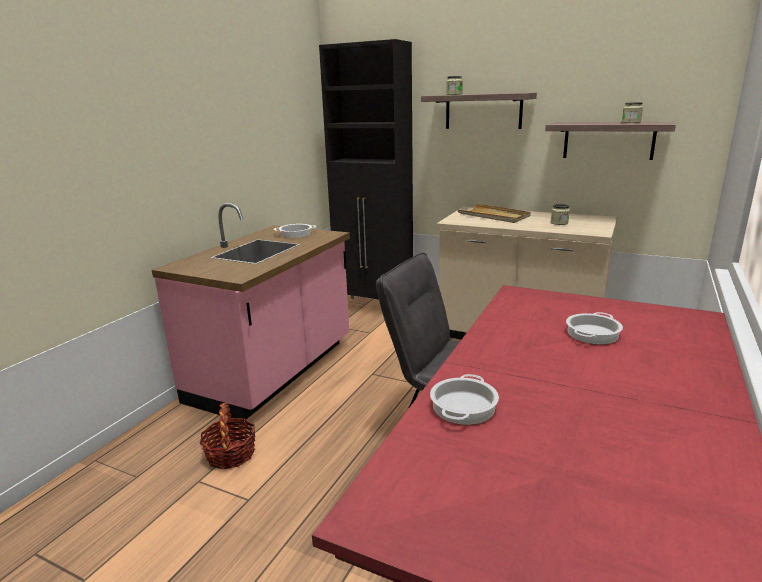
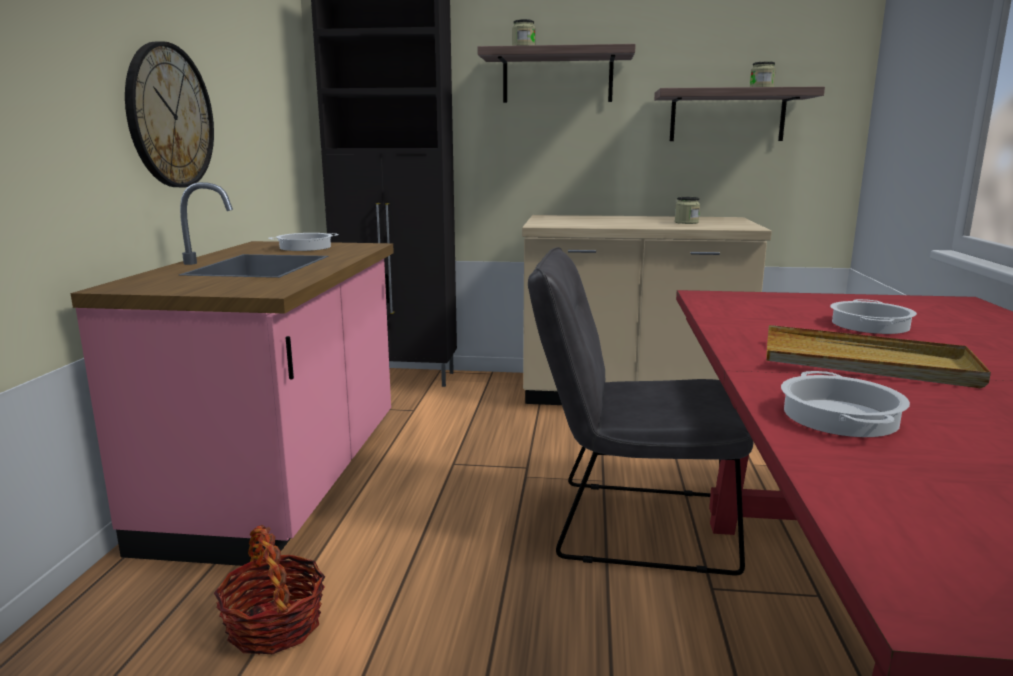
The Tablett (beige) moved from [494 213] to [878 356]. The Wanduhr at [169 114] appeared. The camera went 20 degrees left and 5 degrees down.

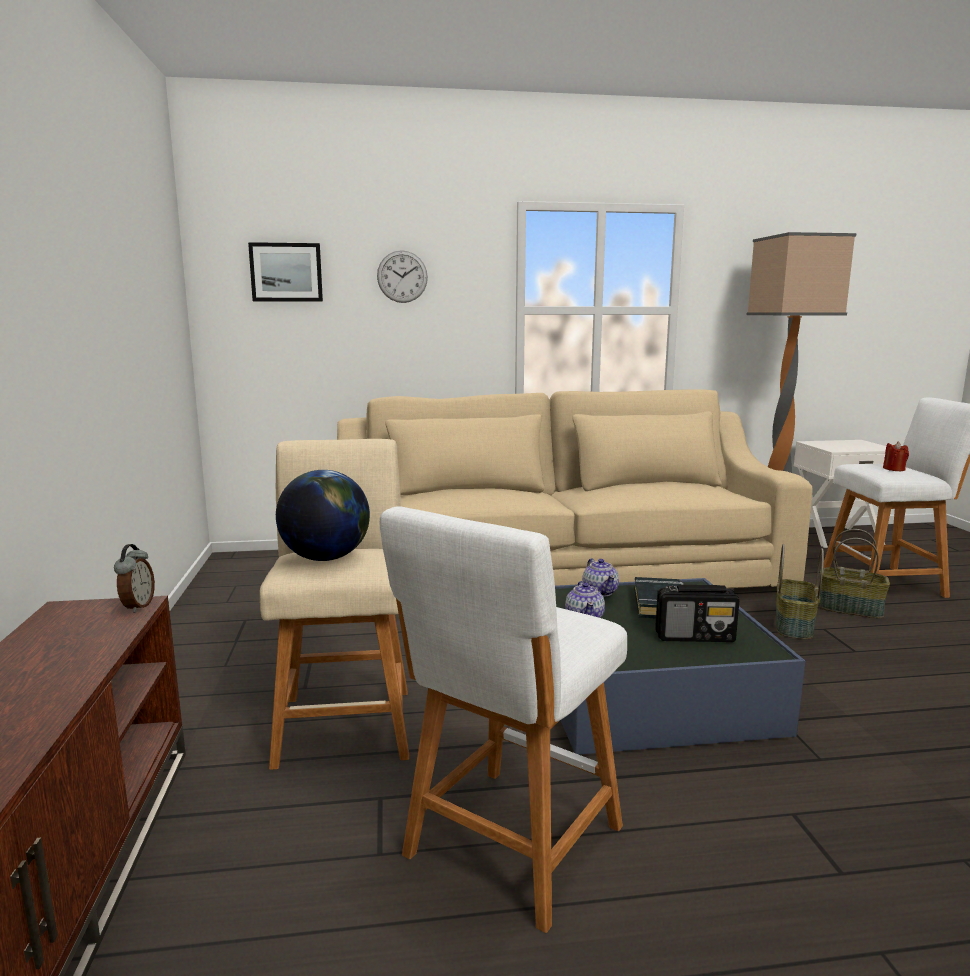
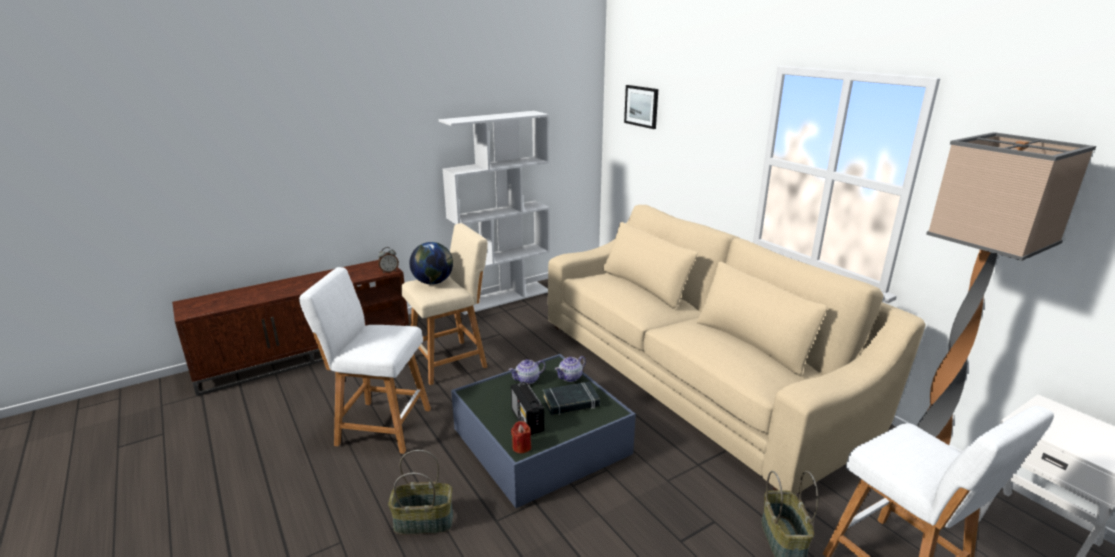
The Wanduhr at [402 276] disappeared. The Kerze (rot) moved from [896 456] to [521 437]. The Korb moved from [800 591] to [420 492]. The Bücherregal (weiß) at [494 213] appeared. The camera went 65 degrees right and 10 degrees up.

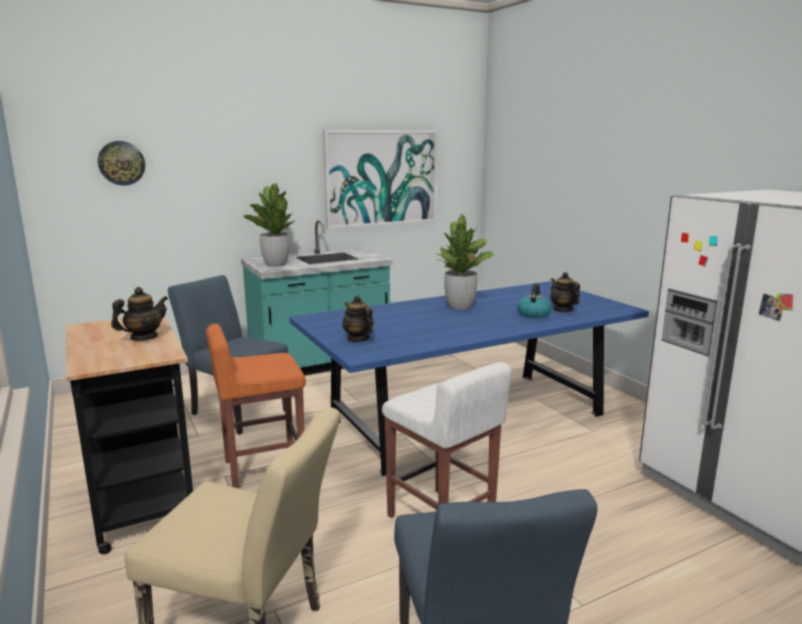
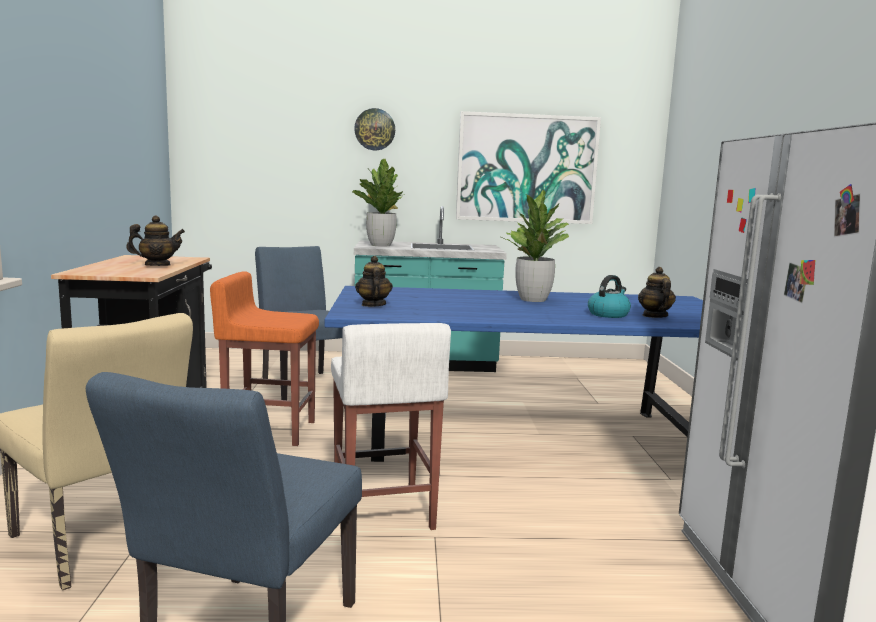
The Wanduhr moved from [121 163] to [374 129]. The camera went 25 degrees right and 5 degrees down.

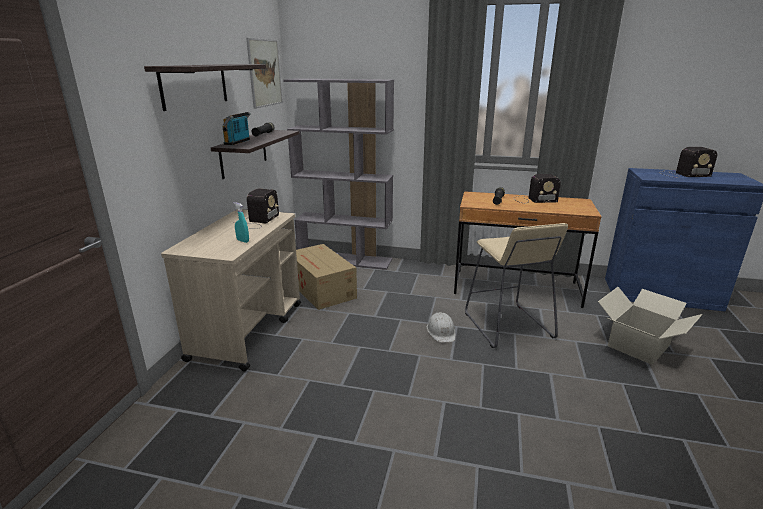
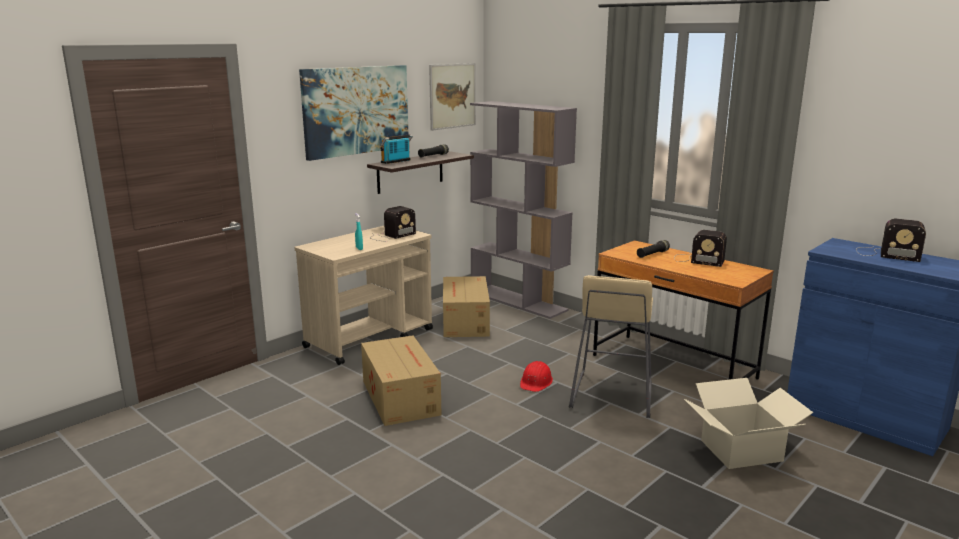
The Wandregal at [205 87] was replaced by the Bild at [354 113]. The Schutzhelm (weiß) at [441 327] became the Schutzhelm (rot) at [536 376]. The Karton at [401 380] appeared. The camera went 30 degrees right and 5 degrees down.

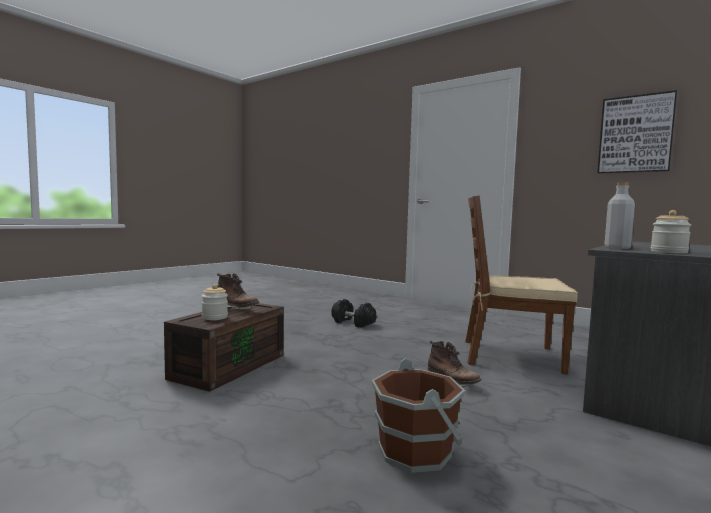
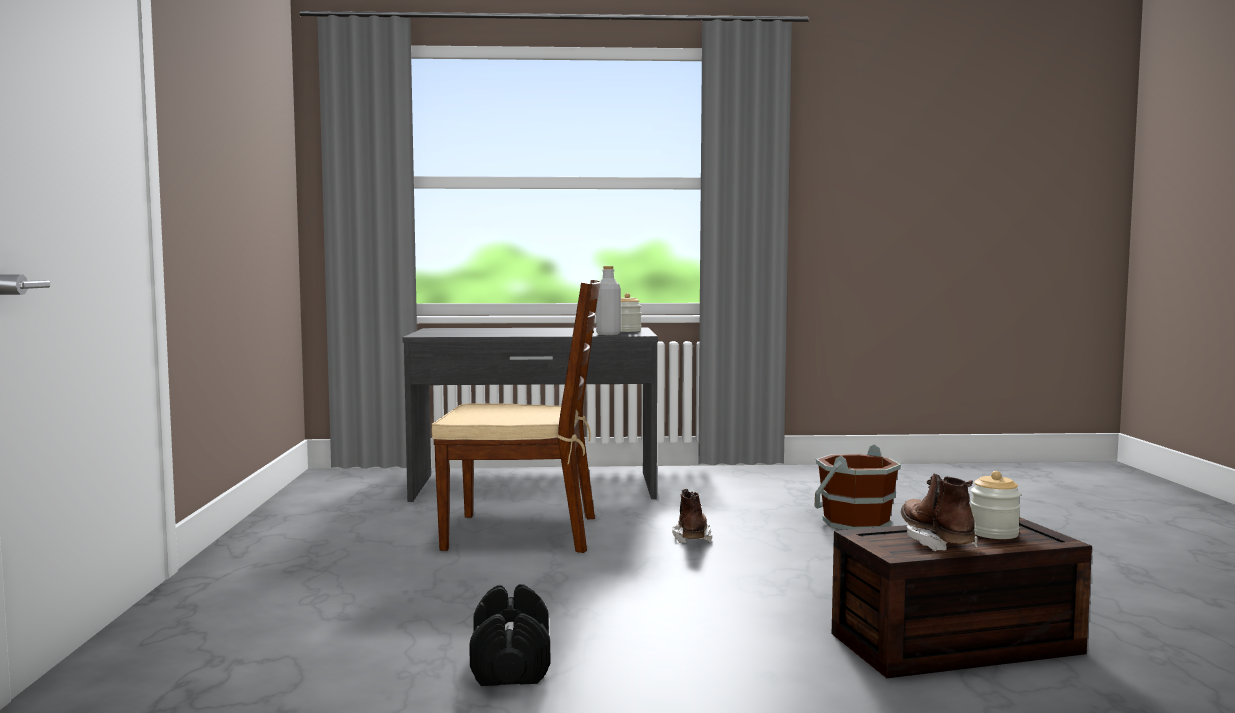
The Bild at [637 132] disappeared. The Stuhl (braun) at [521 285] turned 60 degrees counterclockwise. The camera went 130 degrees left and 0 degrees up.

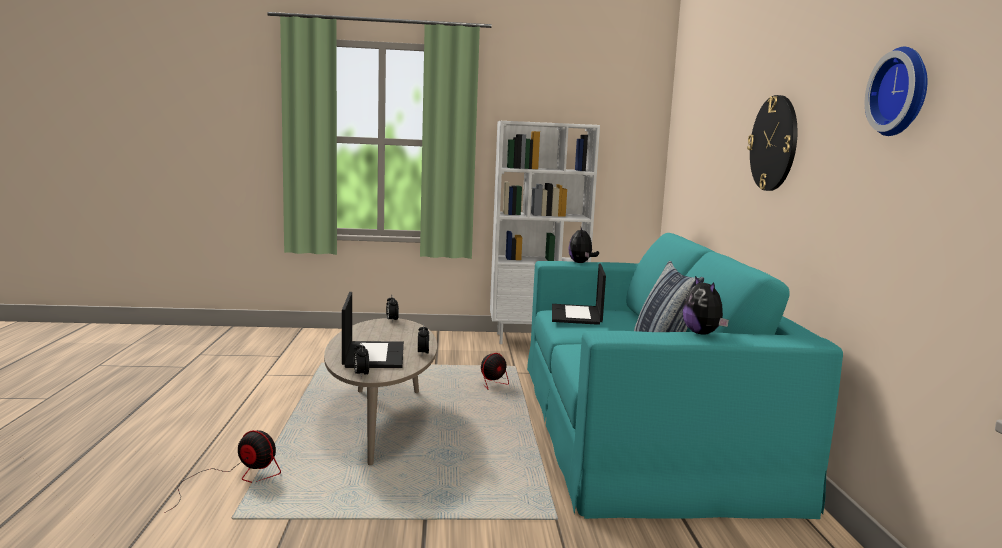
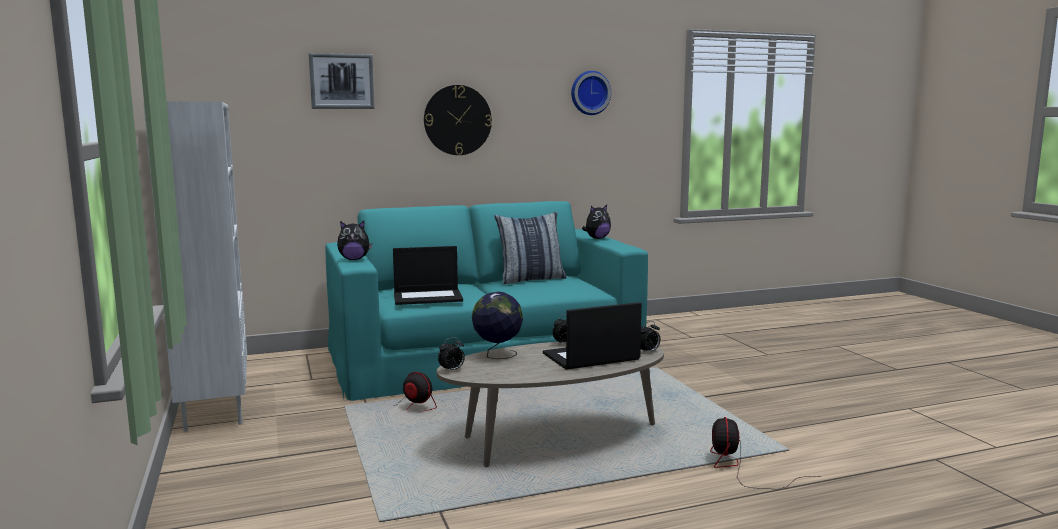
The Bild at [342 81] appeared. The Globus at [497 325] appeared. The camera went 105 degrees left and 0 degrees up.

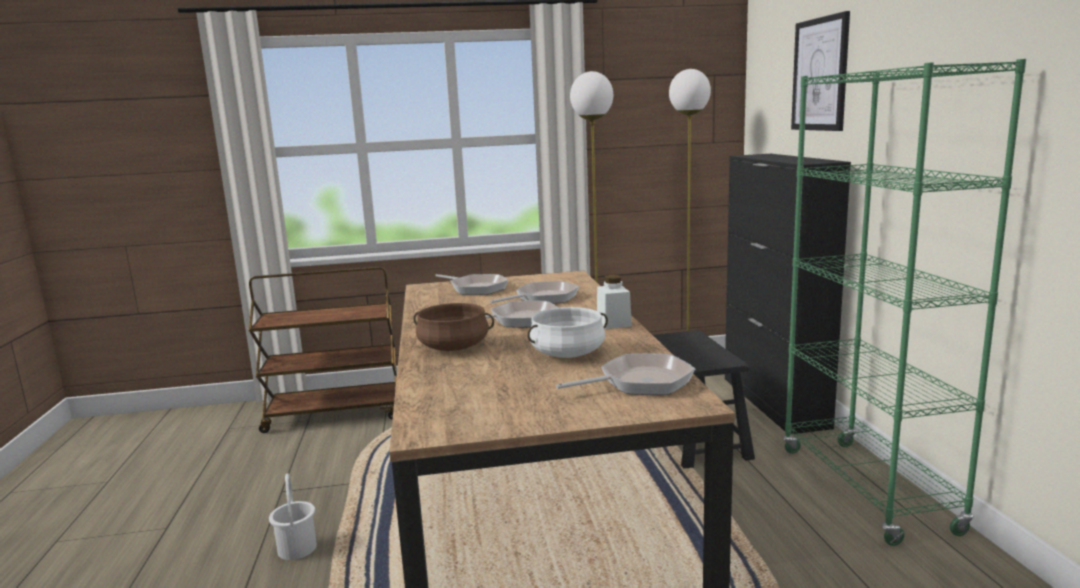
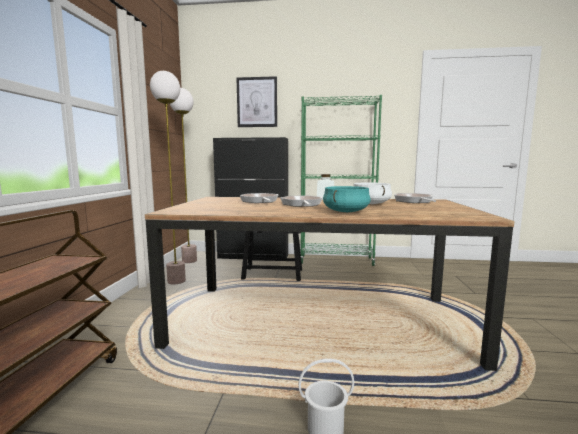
The Pfanne at [471 284] disappeared. The Kochtopf (braun) at [453 327] became the Kochtopf (türkis) at [347 199]. The camera went 75 degrees left and 5 degrees down.

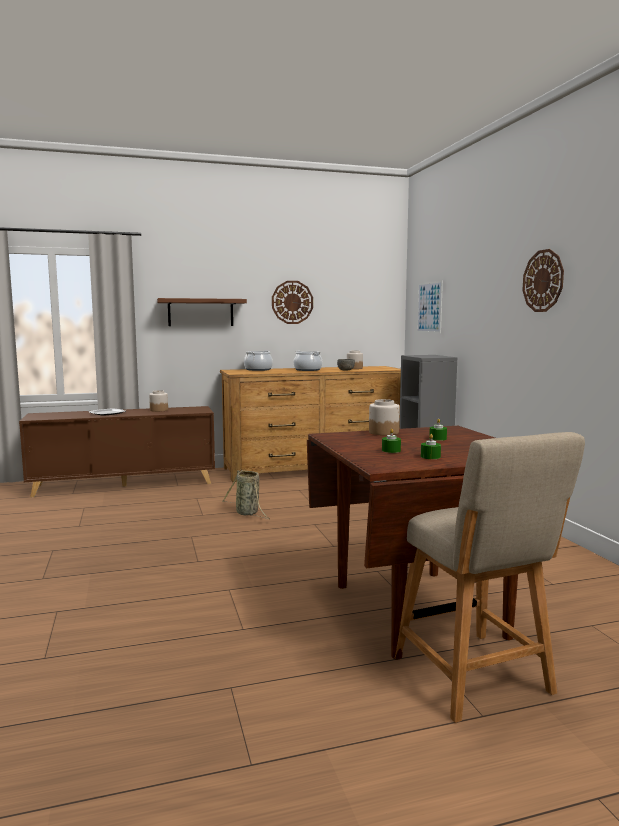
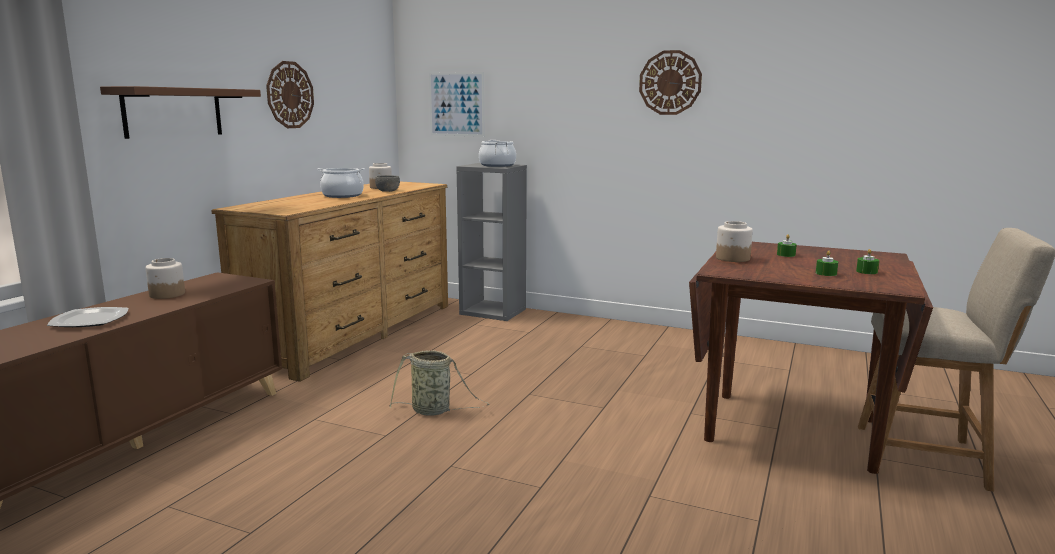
The Kochtopf moved from [258 360] to [497 153]. The camera went 50 degrees left and 5 degrees up.

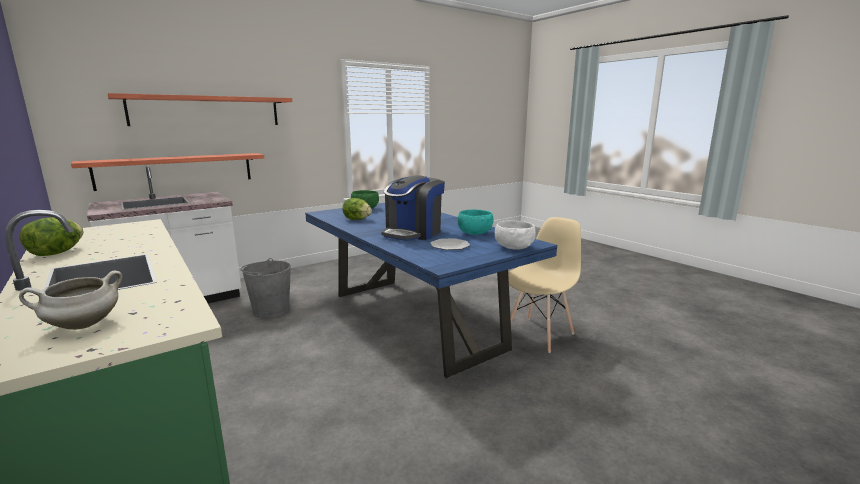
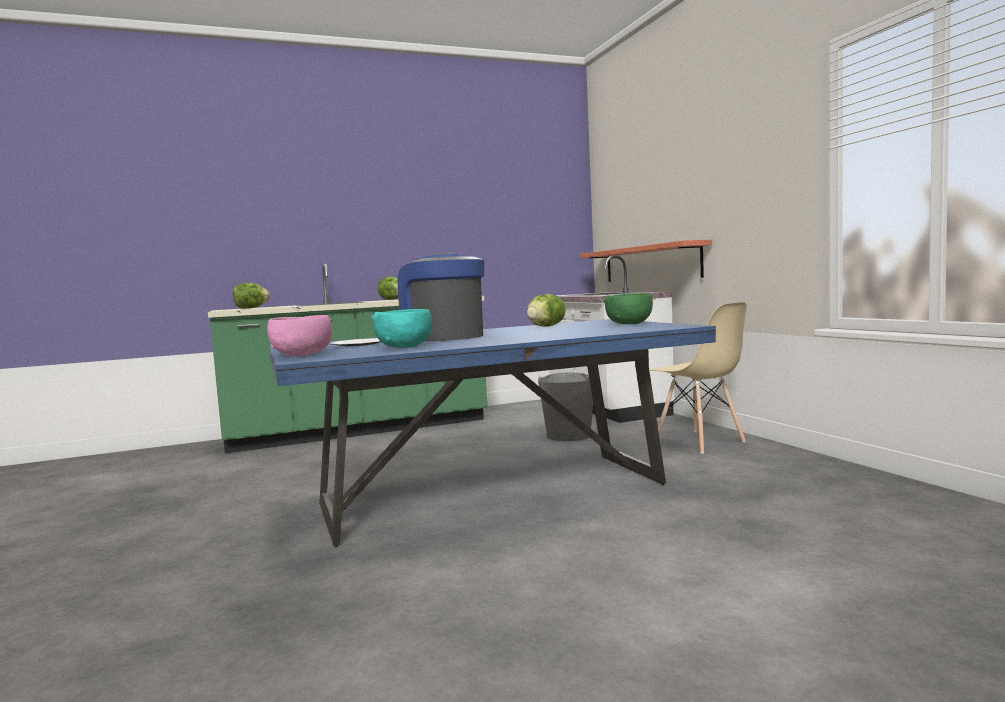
The Wandregal at [200 109] disappeared. The Stuhl (beige) moved from [544 285] to [698 378]. The Schüssel (weiß) at [515 235] became the Schüssel (rosa) at [299 335]. The Kochtopf (weiß) at [71 300] was replaced by the Salatkopf at [251 296]. The camera went 105 degrees right and 10 degrees down.

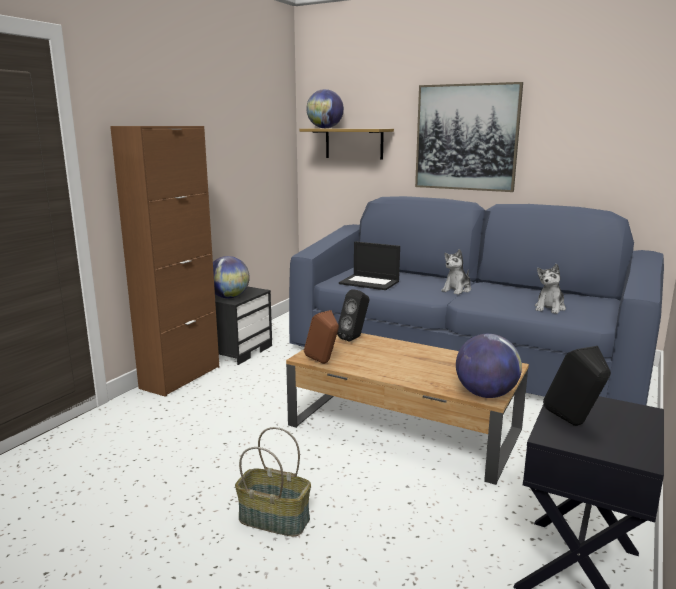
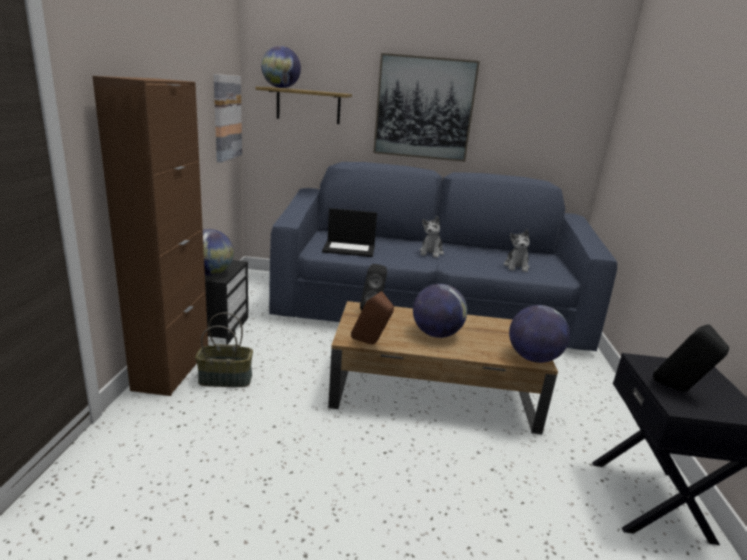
The Korb moved from [273 482] to [224 350]. The Bild at [228 118] appeared. The Globus at [440 311] appeared. The camera went 25 degrees left and 5 degrees up.

